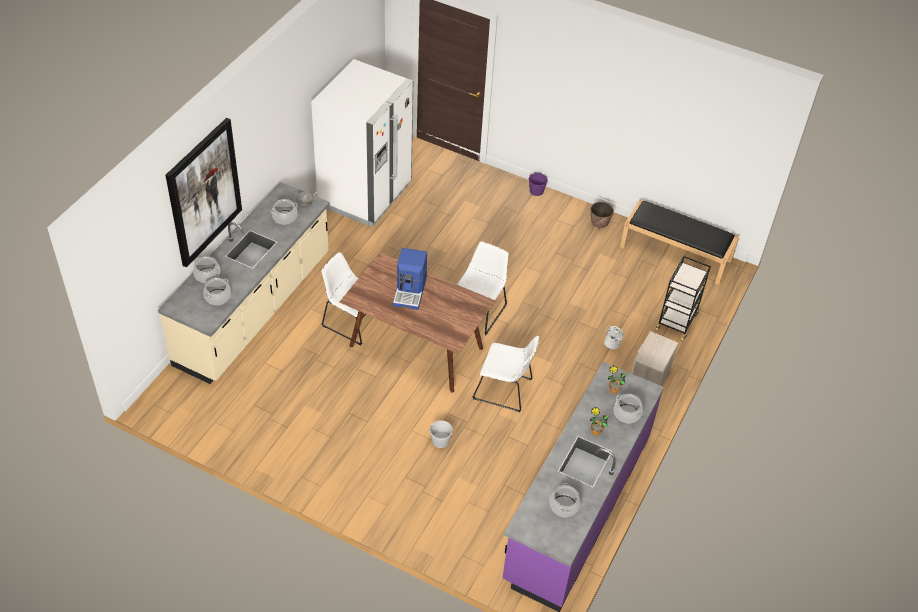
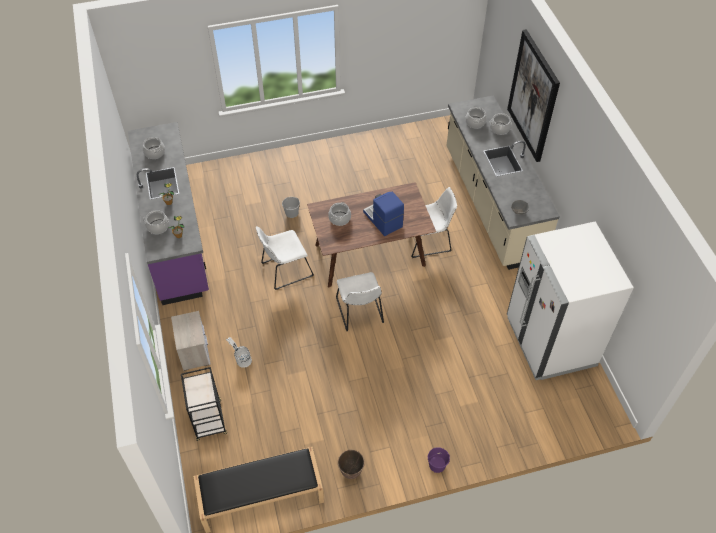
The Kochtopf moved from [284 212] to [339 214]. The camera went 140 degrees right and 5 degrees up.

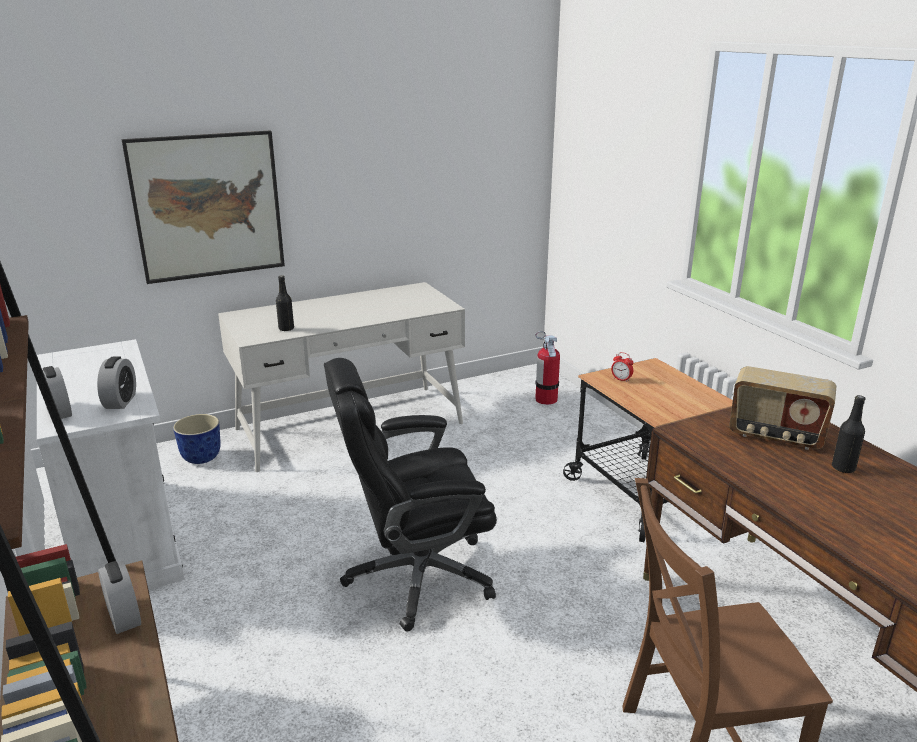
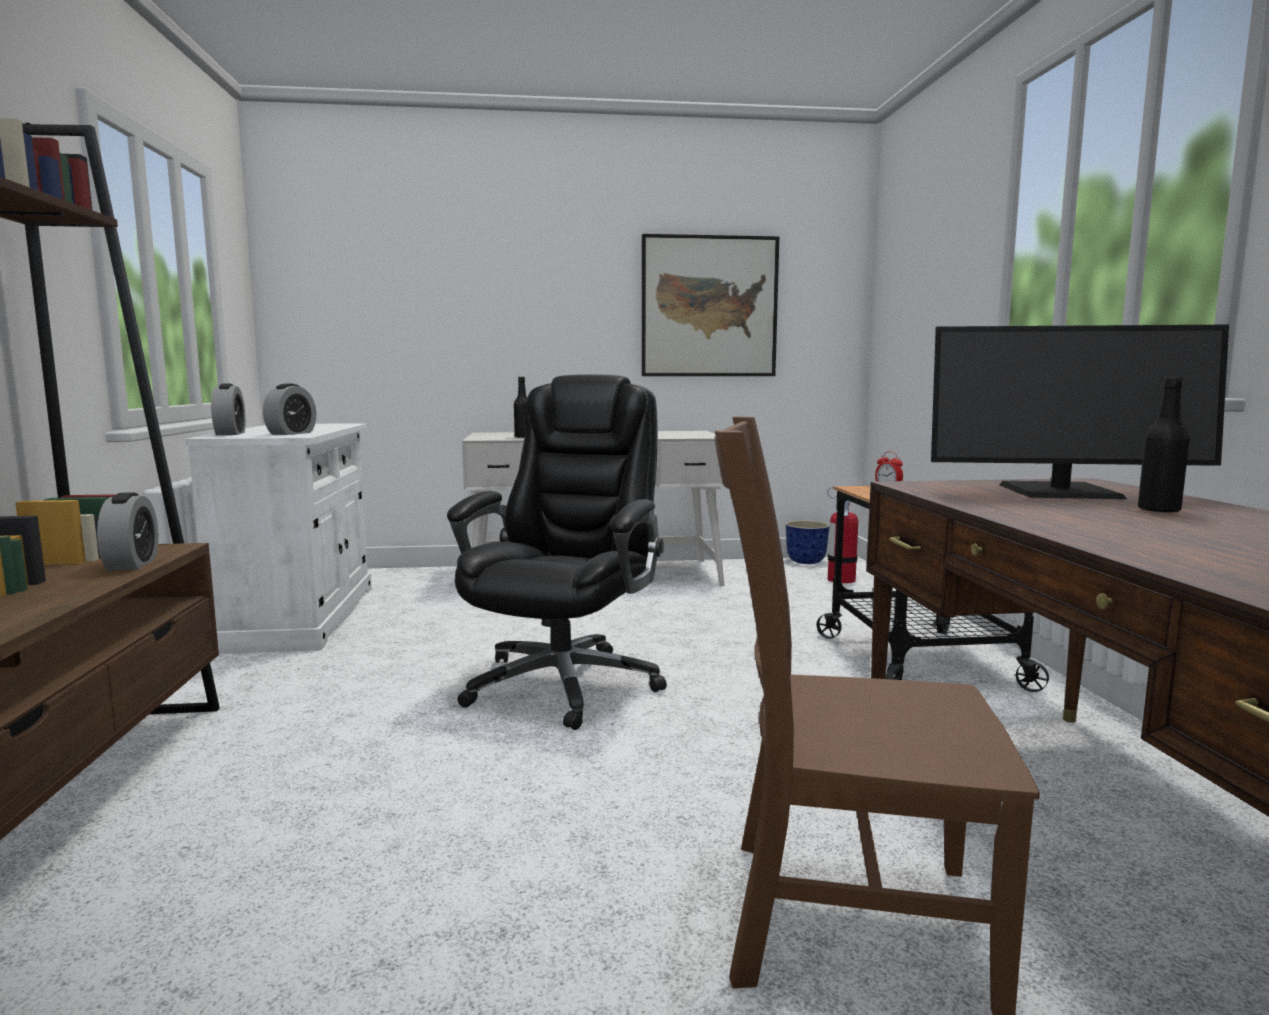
The Bild moved from [203 207] to [710 305]. The Bürostuhl (schwarz) at [410 495] turned 105 degrees clockwise. The Radio at [782 408] was replaced by the Monitor at [1080 412]. The Pflanzkübel moved from [197 439] to [808 542]. The camera went 20 degrees right and 15 degrees down.

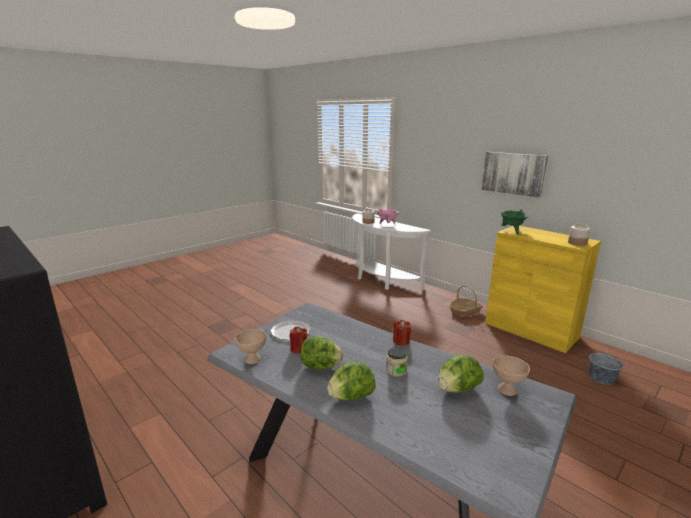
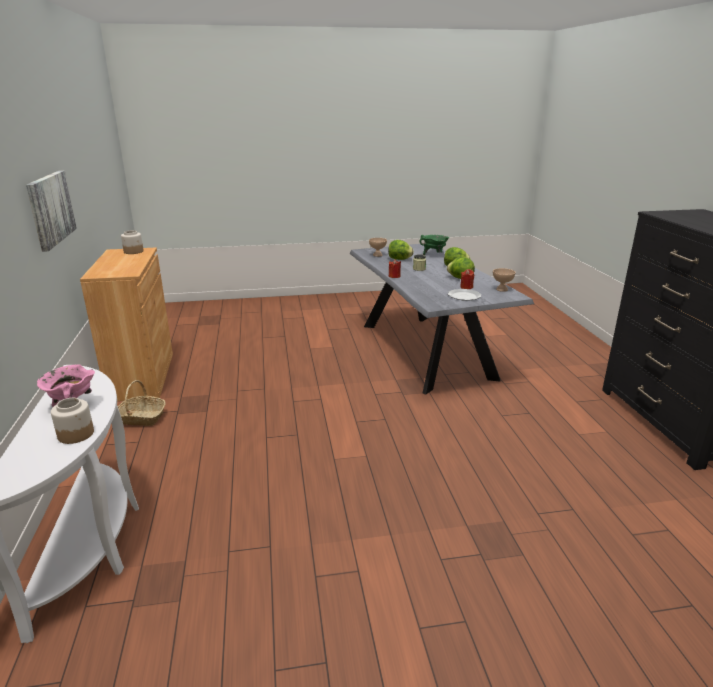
The Kochtopf (grün) moved from [514 222] to [434 245]. The Schrank (gelb) at [543 289] became the Schrank (braun) at [126 324]. The Eimer (grau) at [606 365] disappeared. The camera went 145 degrees left and 5 degrees up.

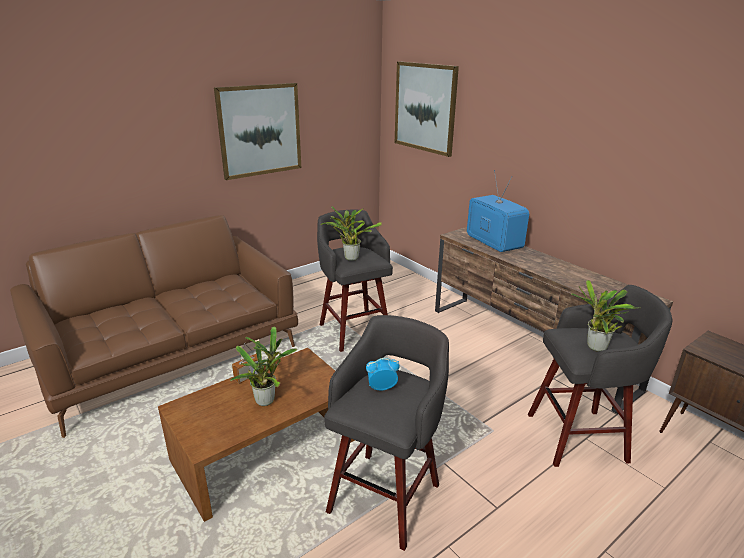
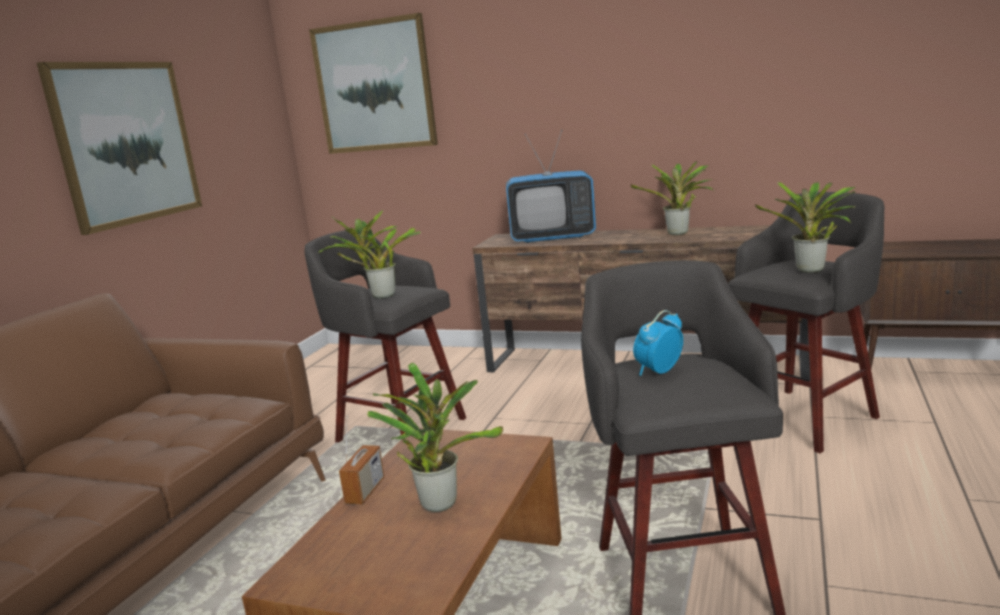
The Fernseher at [498 211] turned 150 degrees clockwise. The Topfpflanze at [672 198] appeared. The camera went 30 degrees left and 10 degrees down.

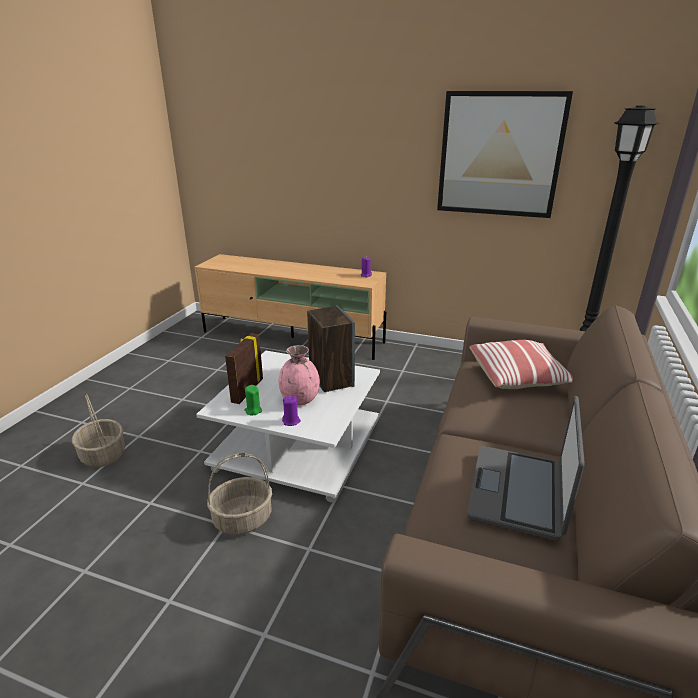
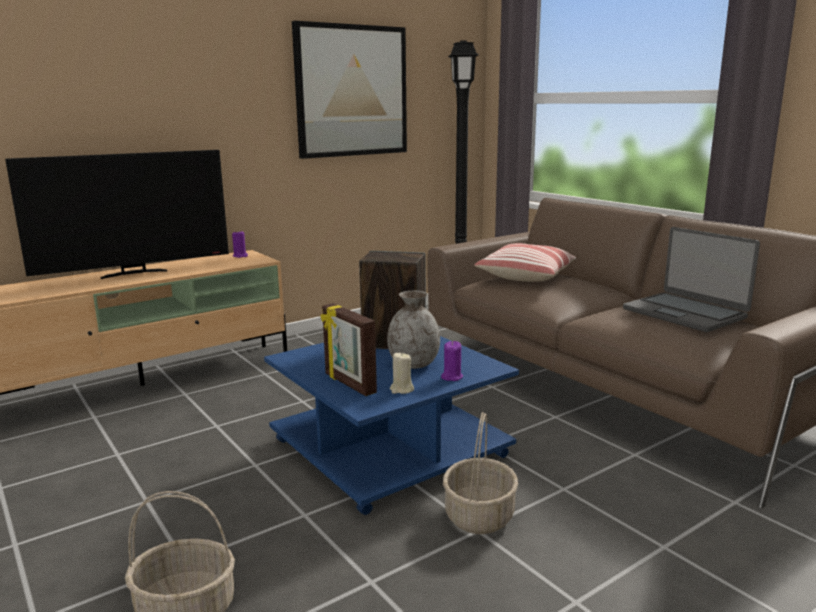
The Vase (rosa) at [299 375] became the Vase (grau) at [413 330]. The Couchtisch (weiß) at [288 426] became the Couchtisch (blau) at [391 425]. The Kerze (grün) at [253 400] became the Kerze (beige) at [402 373]. The Fernseher at [117 214] appeared. The camera went 55 degrees left and 10 degrees down.

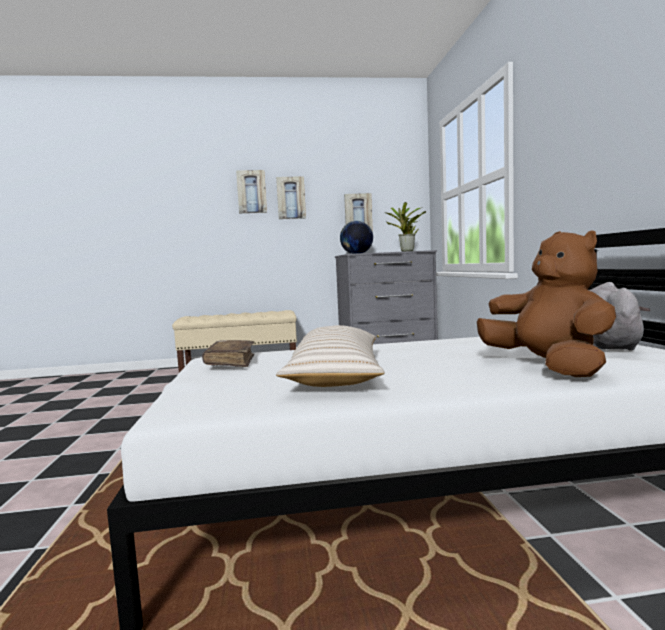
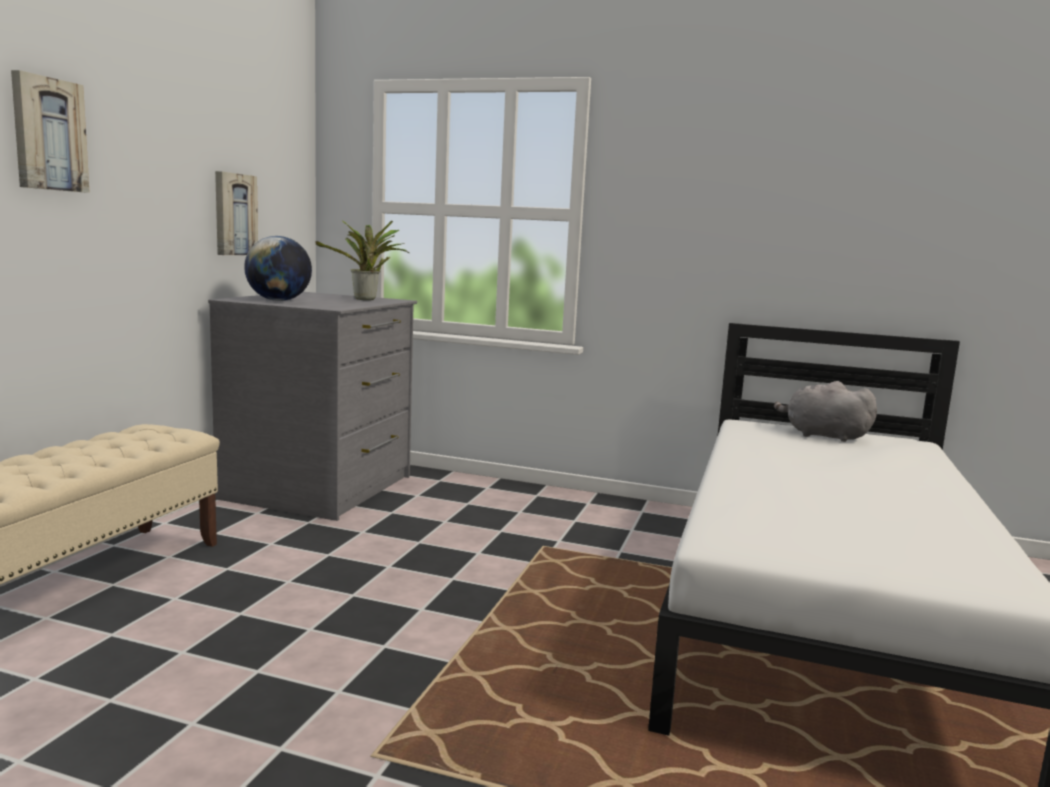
The Bild at [291 197] disappeared. The Plüschtier (braun) at [546 303] disappeared. The Kissen (beige) at [330 356] disappeared. The Buch (braun) at [228 353] disappeared. The camera went 65 degrees left and 5 degrees up.

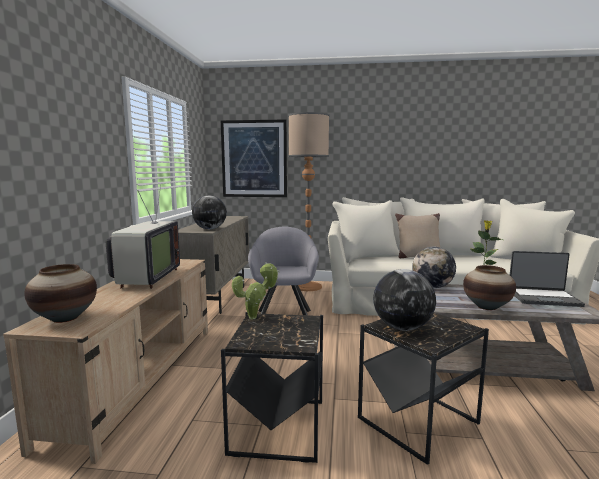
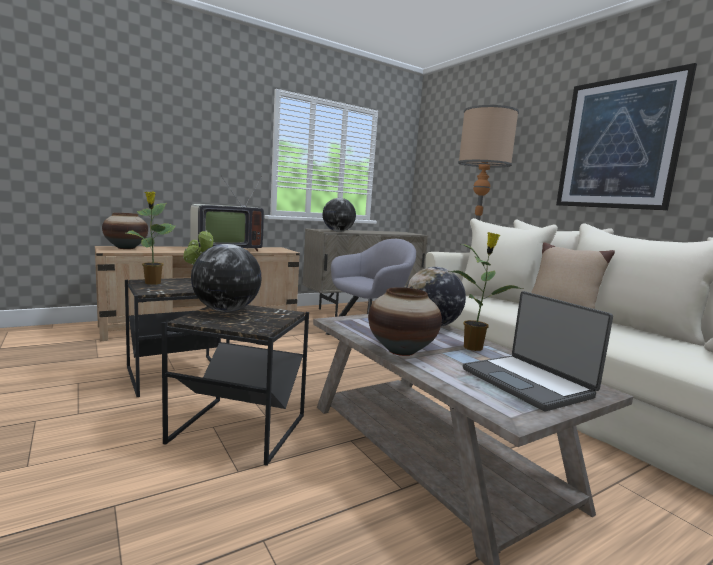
The Bild moved from [254 158] to [626 136]. The Topfpflanze at [150 238] appeared. The camera went 50 degrees right and 0 degrees up.

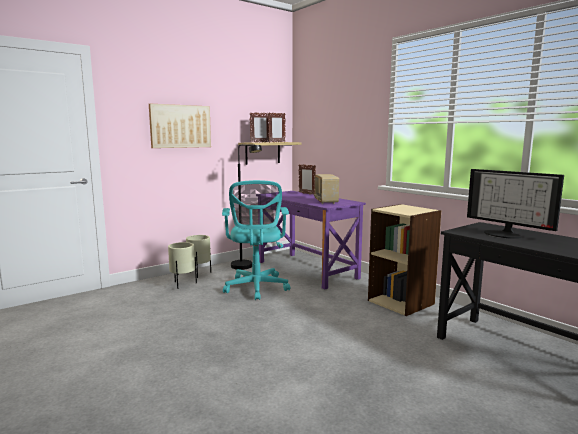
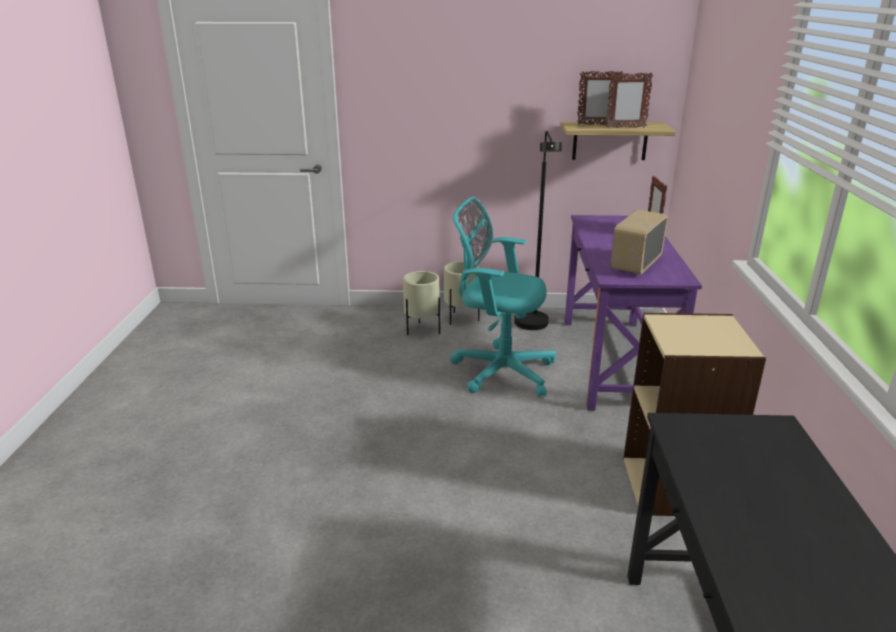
The Bild at [180 126] disappeared. The Monitor at [515 204] disappeared. The Bürostuhl (türkis) at [256 240] turned 75 degrees clockwise. The camera went 40 degrees right and 15 degrees up.

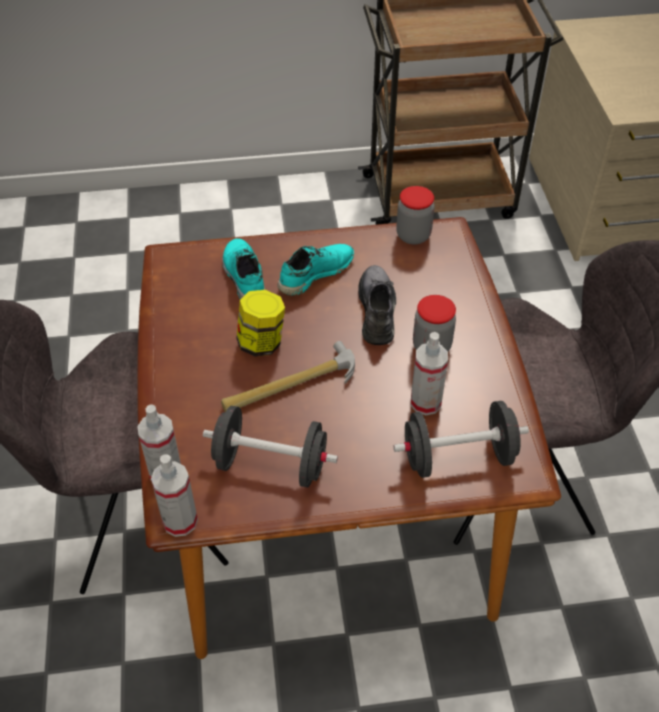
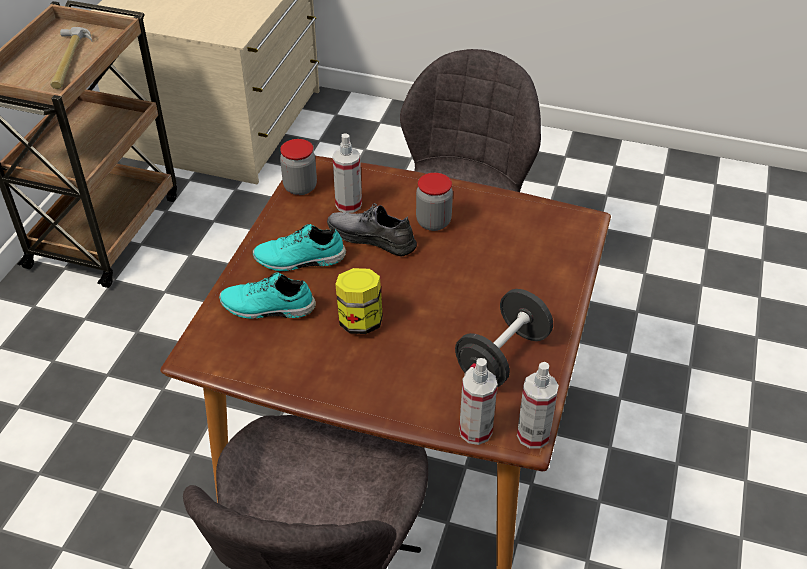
The Schuh (türkis) at [316 270] turned 75 degrees counterclockwise. The Sprühflasche moved from [429 373] to [347 173]. The Hammer moved from [288 376] to [71 58]. The Hantel (schwarz) at [461 439] disappeared. The camera went 65 degrees left and 5 degrees down.

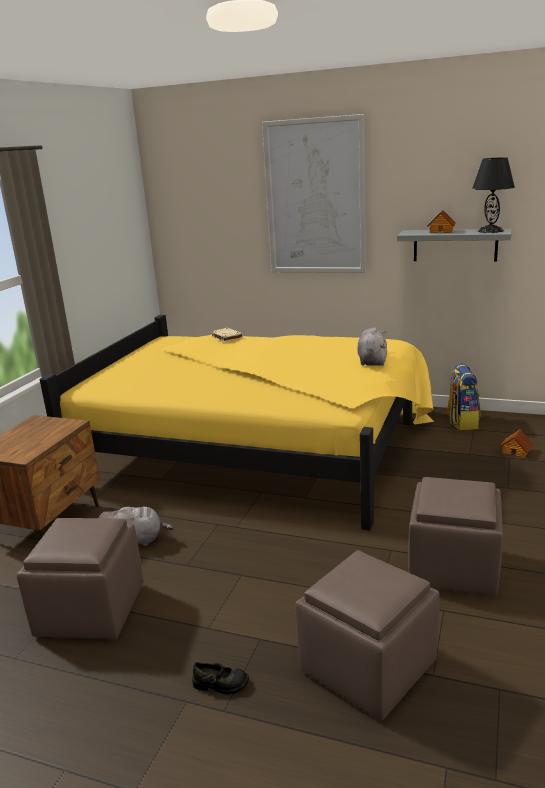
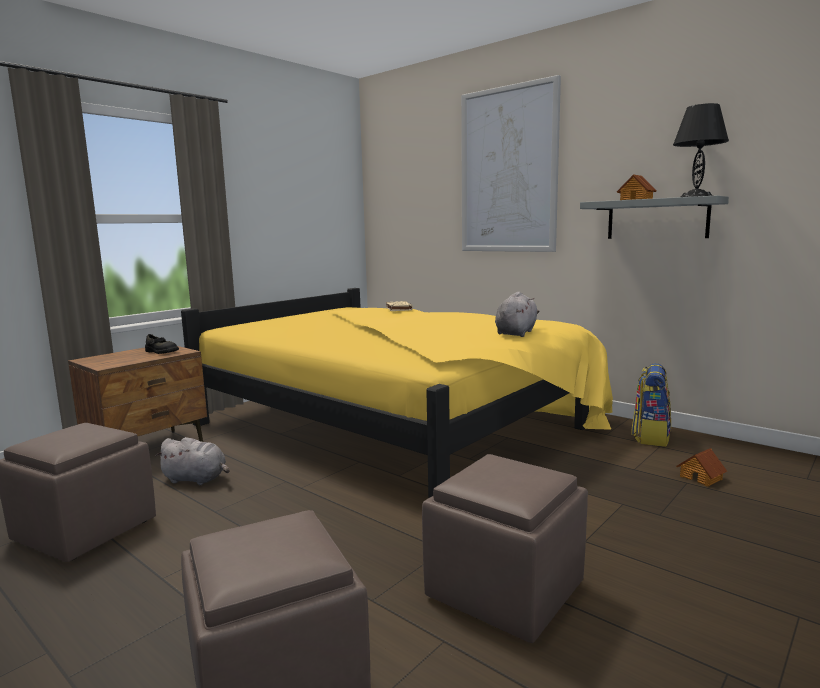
The Schuh (schwarz) moved from [220 678] to [162 344]. The camera went 20 degrees right and 10 degrees down.

